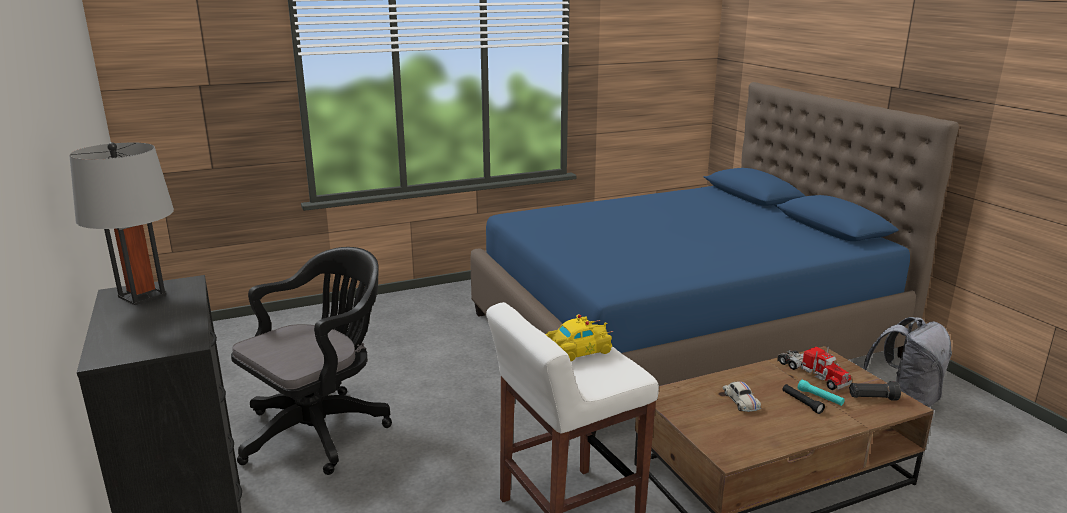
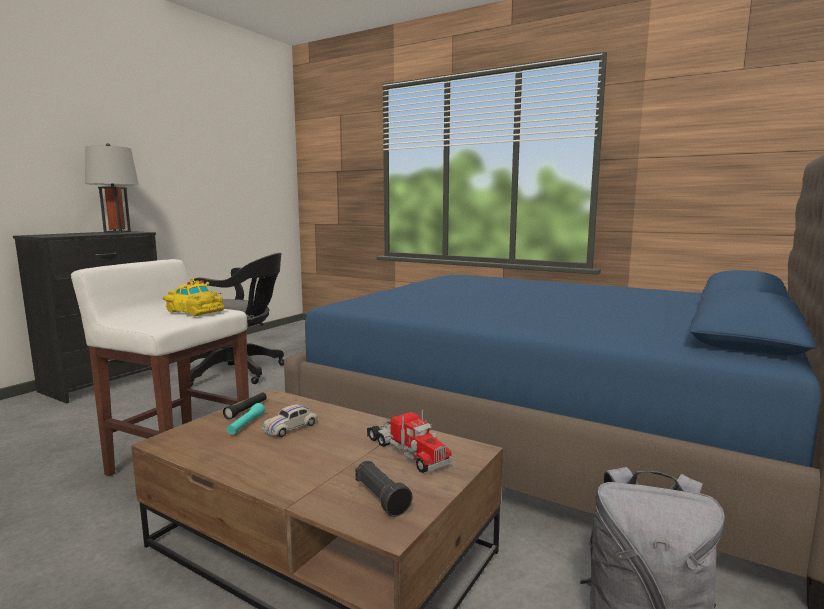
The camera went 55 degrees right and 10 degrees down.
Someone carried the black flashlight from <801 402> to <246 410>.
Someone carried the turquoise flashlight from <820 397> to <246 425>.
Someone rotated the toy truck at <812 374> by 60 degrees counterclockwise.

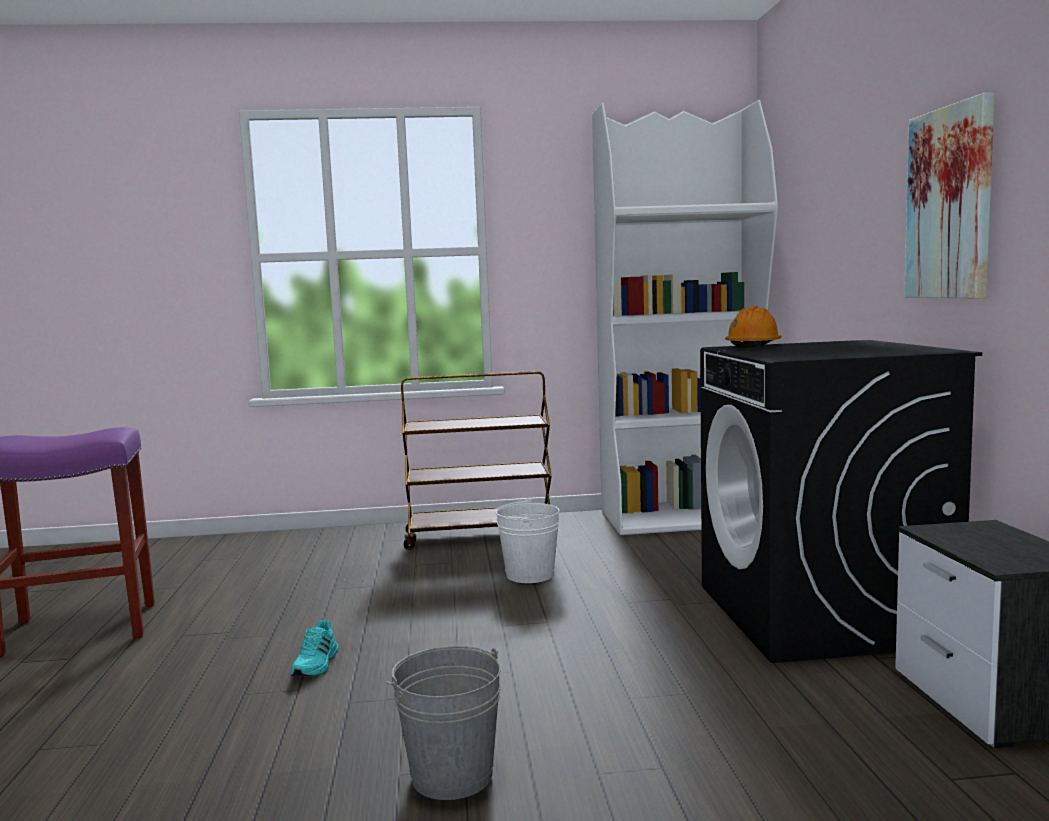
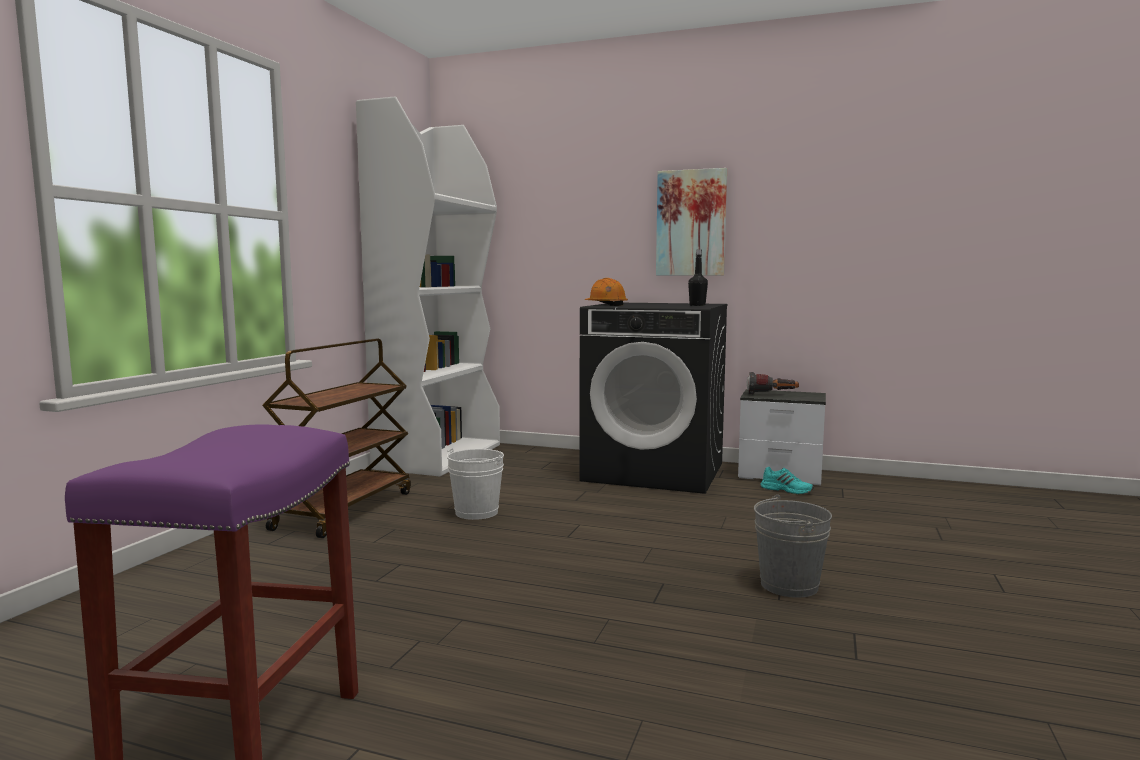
The camera went 65 degrees left and 0 degrees up.
Someone put down the black bottle at <697 305>.
Someone put down the flashlight at <772 395>.
Someone carried the turquoise shoe from <317 664> to <786 490>.

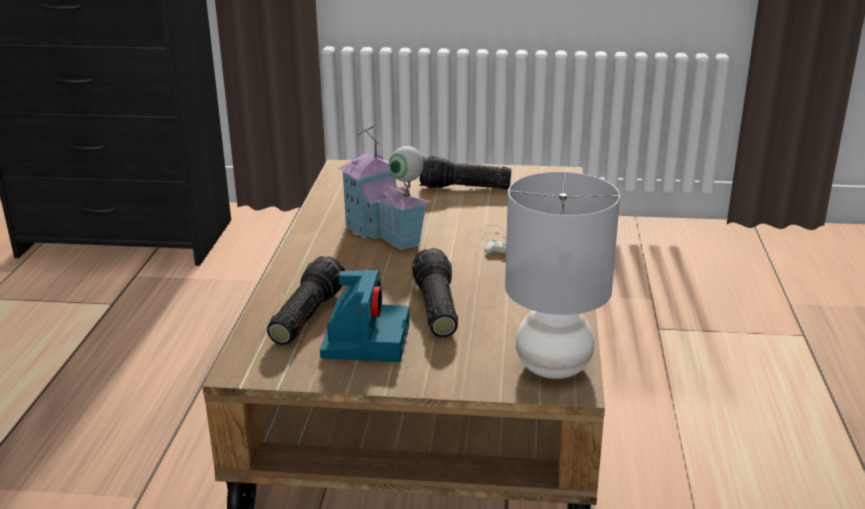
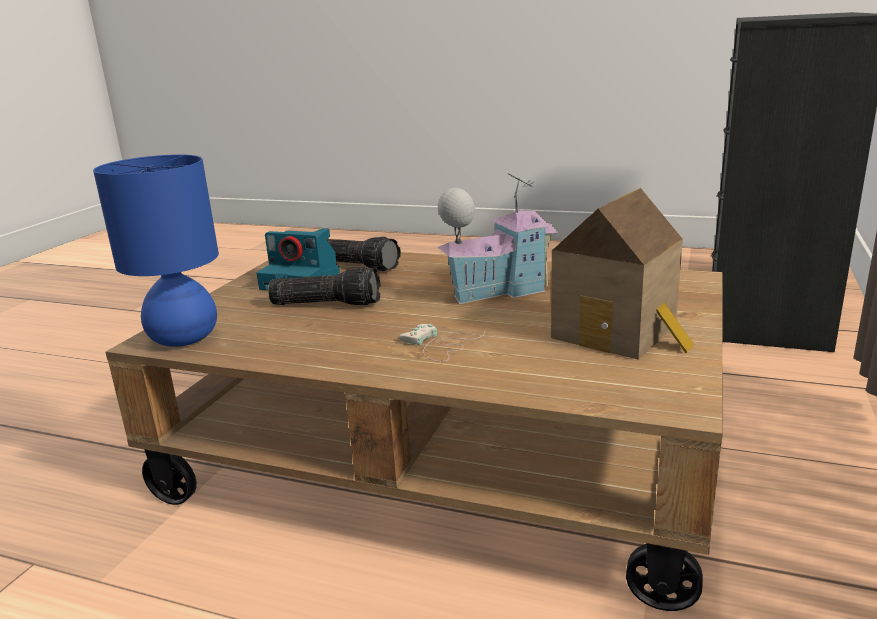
The camera went 105 degrees right and 5 degrees down.
Someone repainted the grey table lamp at <554 367>, which became the blue table lamp at <182 339>.
Someone swapped the flashlight at <464 188> for the toy house at <620 333>.

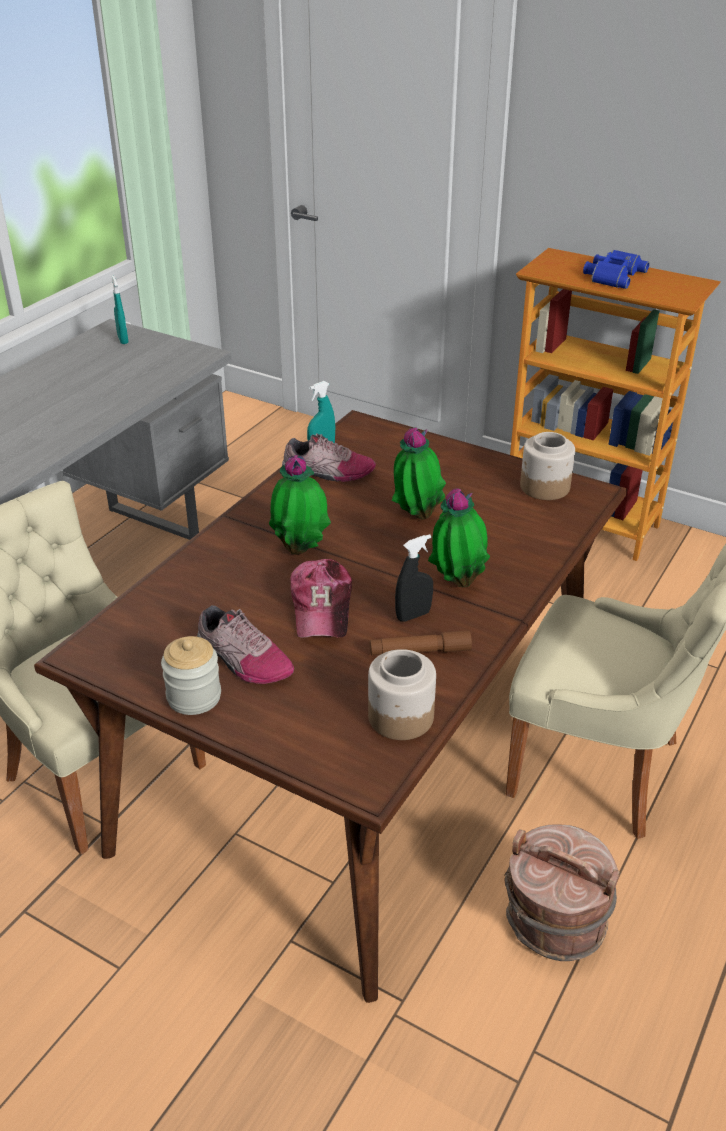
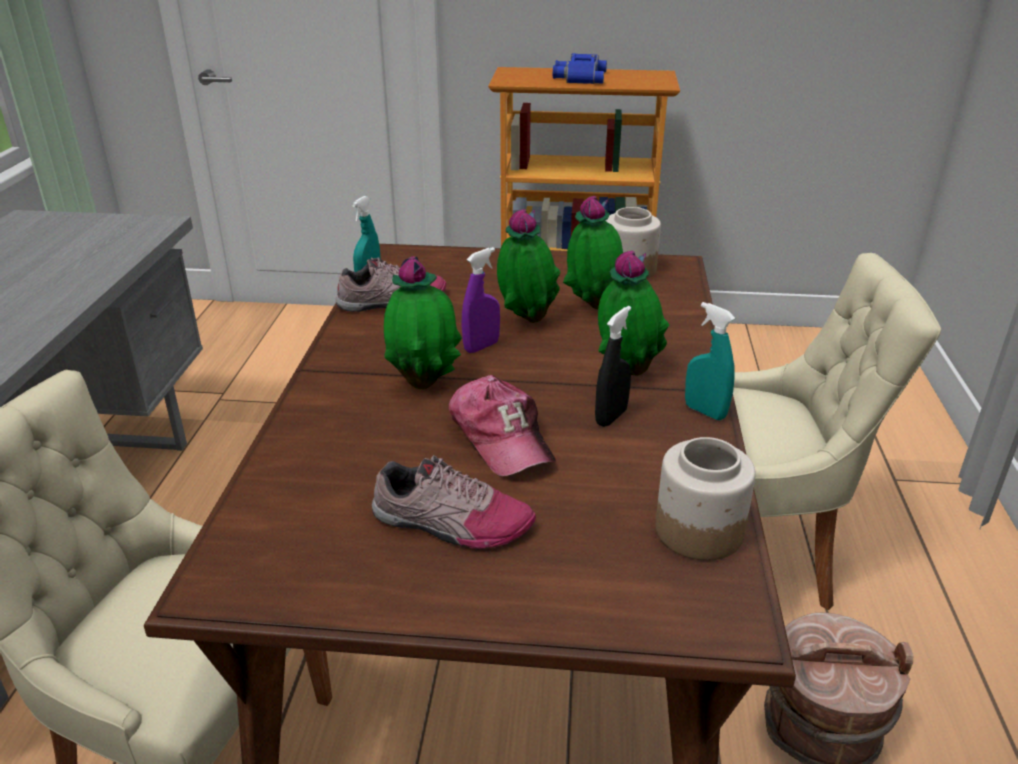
The camera went 25 degrees left and 5 degrees down.
Someone put down the purple spray bottle at <481 347>.
Someone put down the potted plant at <593 306>.
Someone carried the turquoise spray bottle from <123 340> to <705 412>.
Someone took away the jar at <194 697>.
Someone took away the brown flashlight at <420 651>.

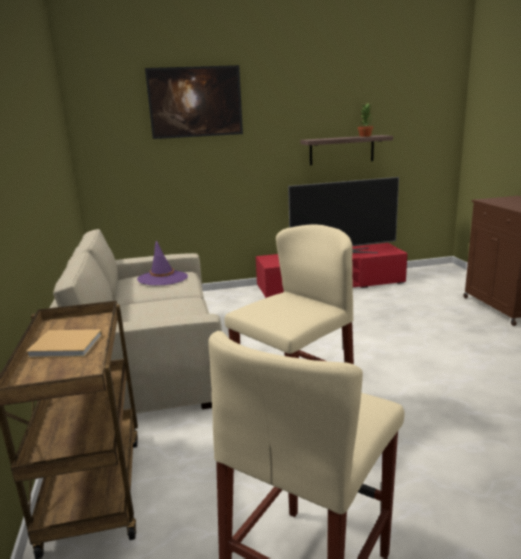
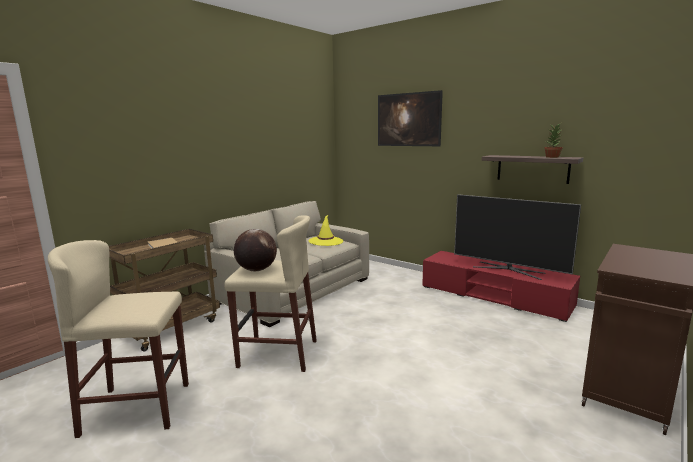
The camera went 50 degrees right and 5 degrees down.
Someone put down the globe at <256 270>.
Someone repainted the purple hat at <162 278>, which became the yellow hat at <326 241>.

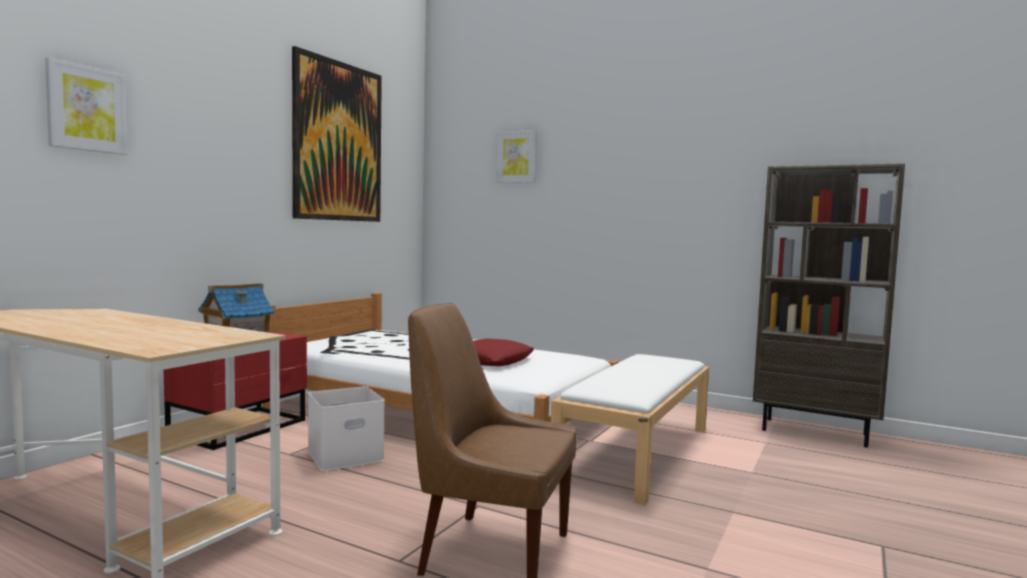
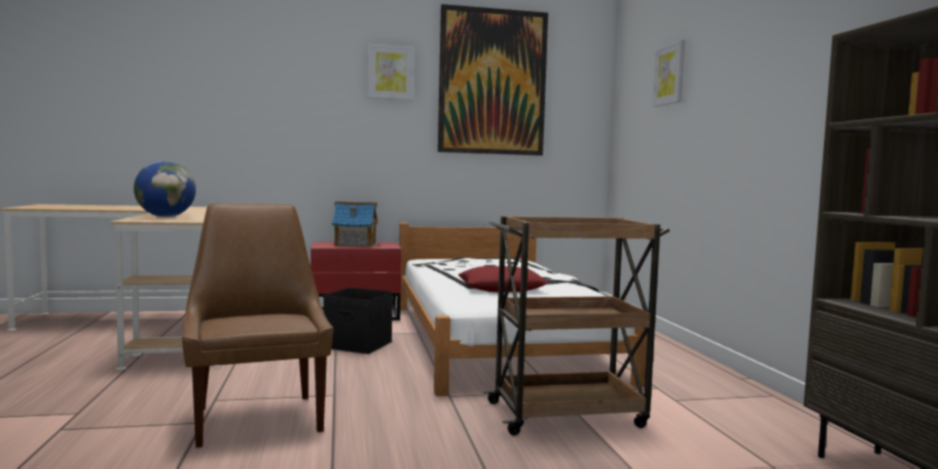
The camera went 50 degrees right and 0 degrees up.
Someone put down the globe at <165 217>.
Someone repainted the white storage box at <346 455>, which became the black storage box at <359 344>.
Someone carried the picture from <87 109> to <390 72>.
Someone swapped the white bench at <636 452> for the brown cart at <568 414>.

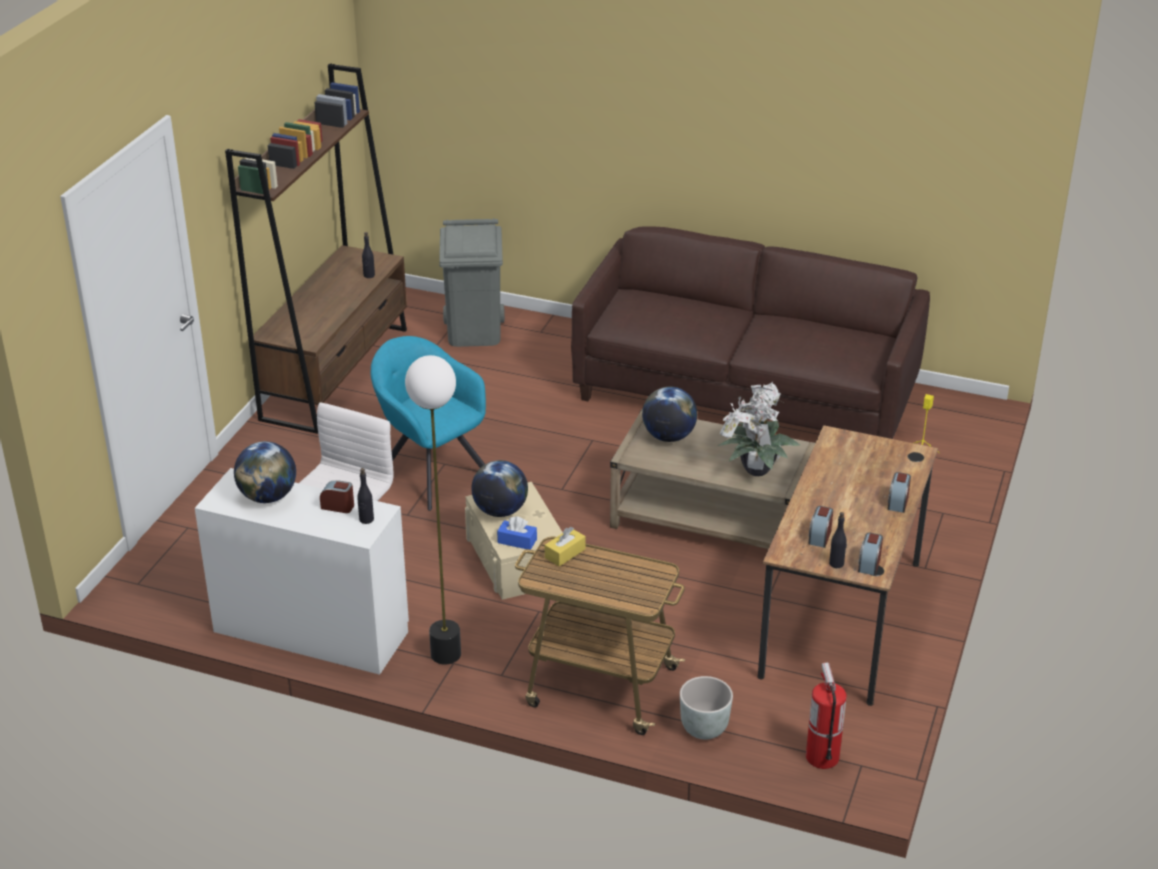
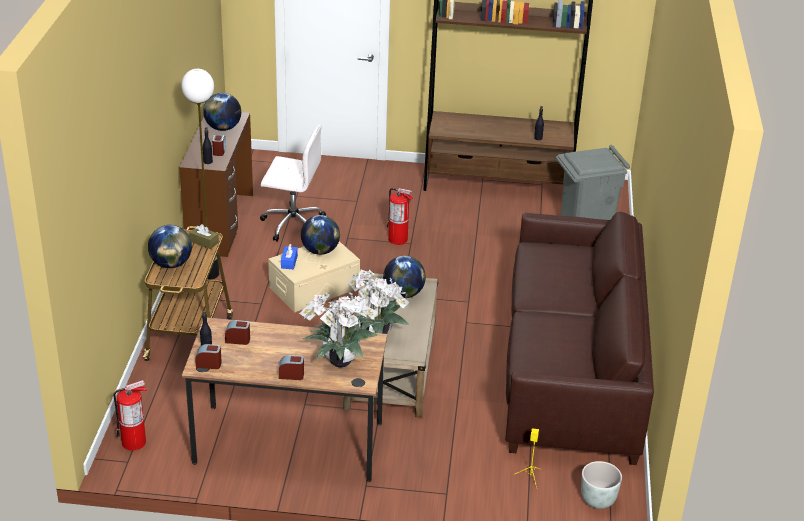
The camera went 75 degrees right and 0 degrees up.
Someone put down the globe at <171 264>.
Someone repainted the white desk at <310 631>, which became the brown desk at <220 223>.
Someone repainted the yellow tissue box at <565 553>, which became the brown tissue box at <204 242>.
Someone put down the potted plant at <338 361>.
Someone swapped the turquoise armchair at <431 472> for the fire extinguisher at <398 239>.
Someone carried the grey planter from <704 729> to <597 501>.

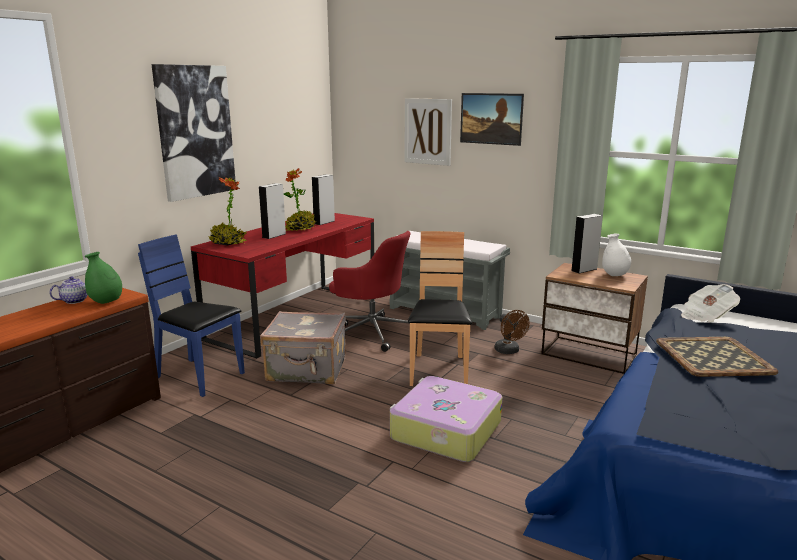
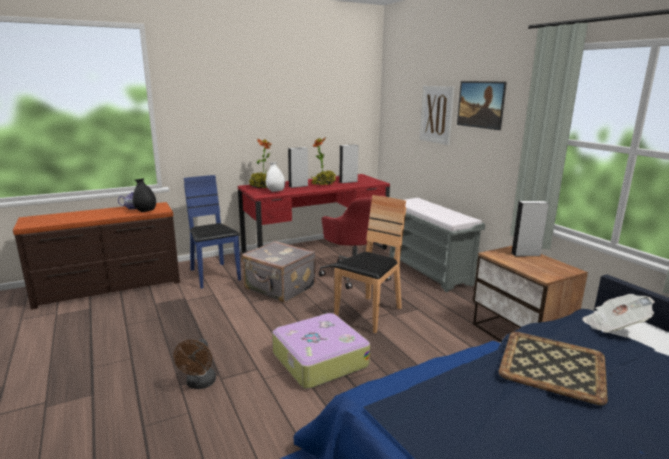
The camera went 30 degrees right and 0 degrees up.
Someone repainted the green vase at <106 302>, which became the black vase at <145 211>.
Someone carried the brown fan from <509 351> to <199 384>.
Someone carried the white vase from <614 275> to <275 192>.
Someone took away the picture at <195 132>.

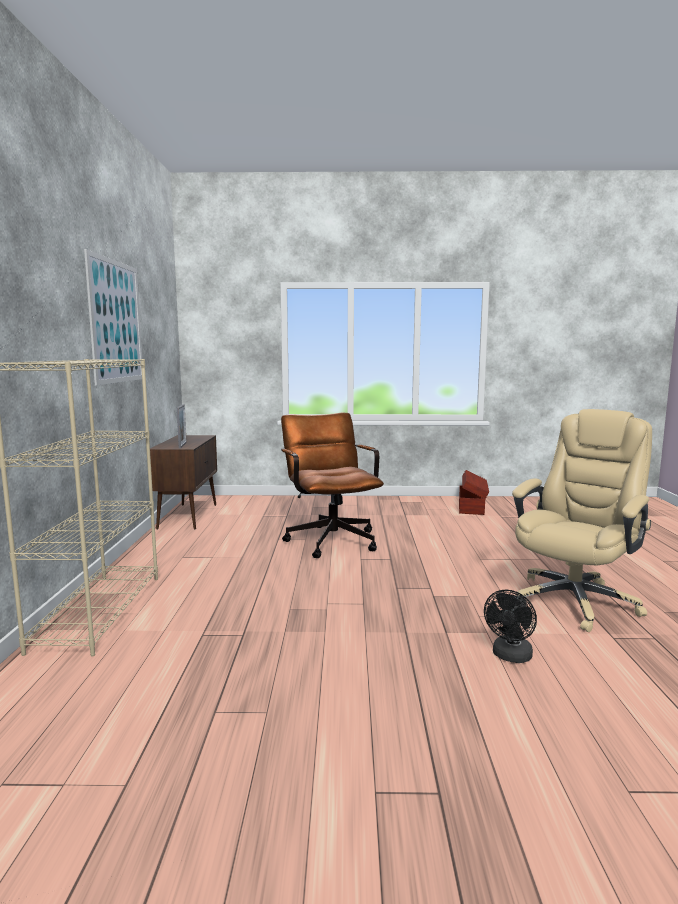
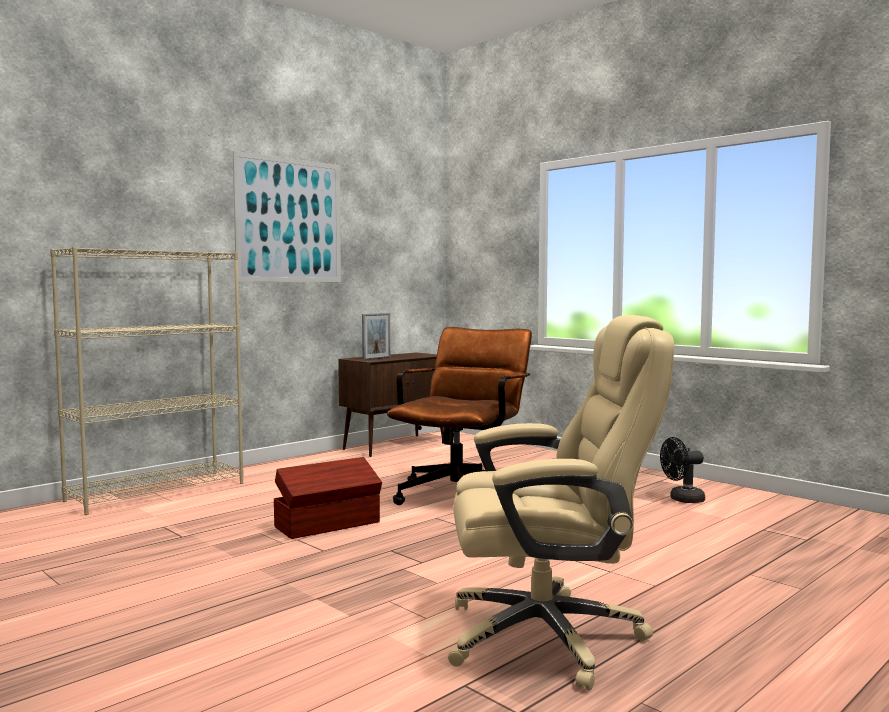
The camera went 45 degrees right and 5 degrees down.
Someone carried the brown storage box from <472 507> to <329 525>.
Someone carried the black fan from <510 657> to <682 499>.

